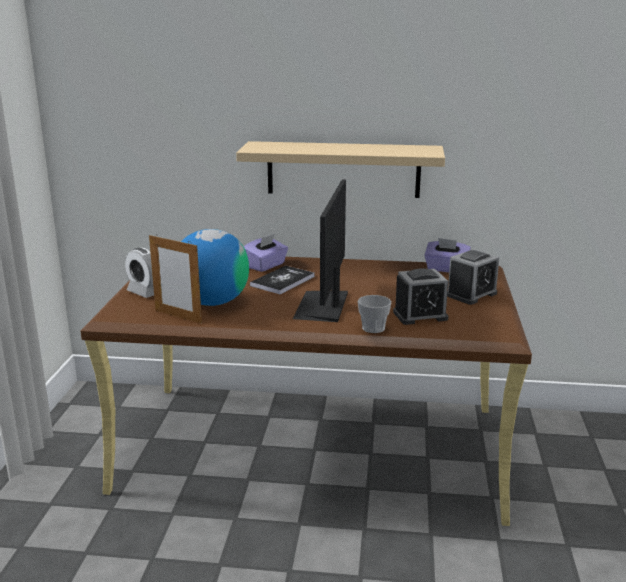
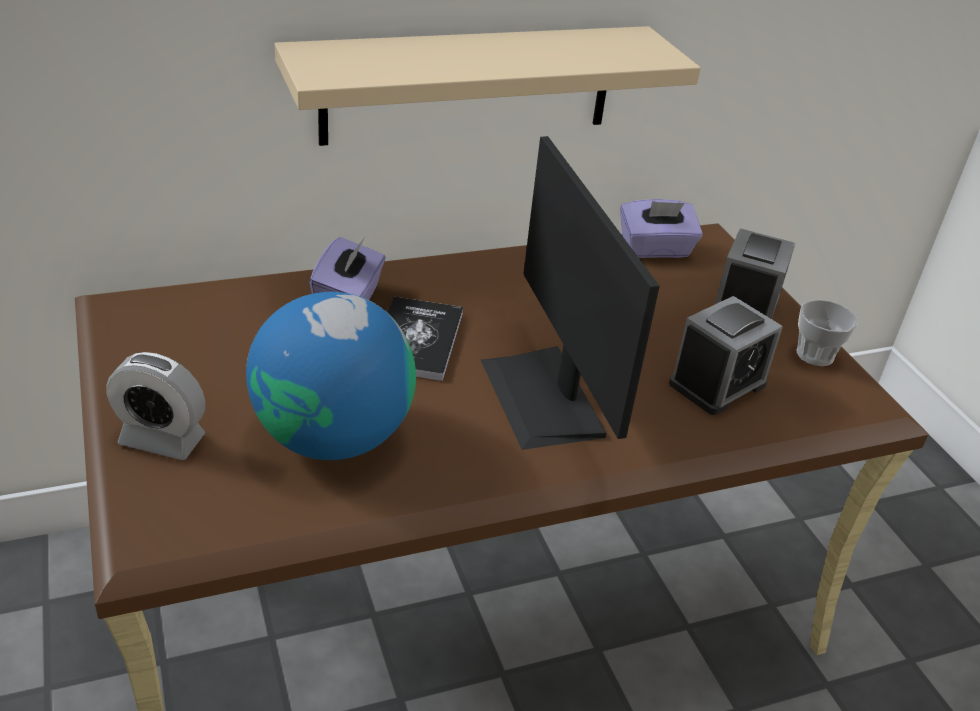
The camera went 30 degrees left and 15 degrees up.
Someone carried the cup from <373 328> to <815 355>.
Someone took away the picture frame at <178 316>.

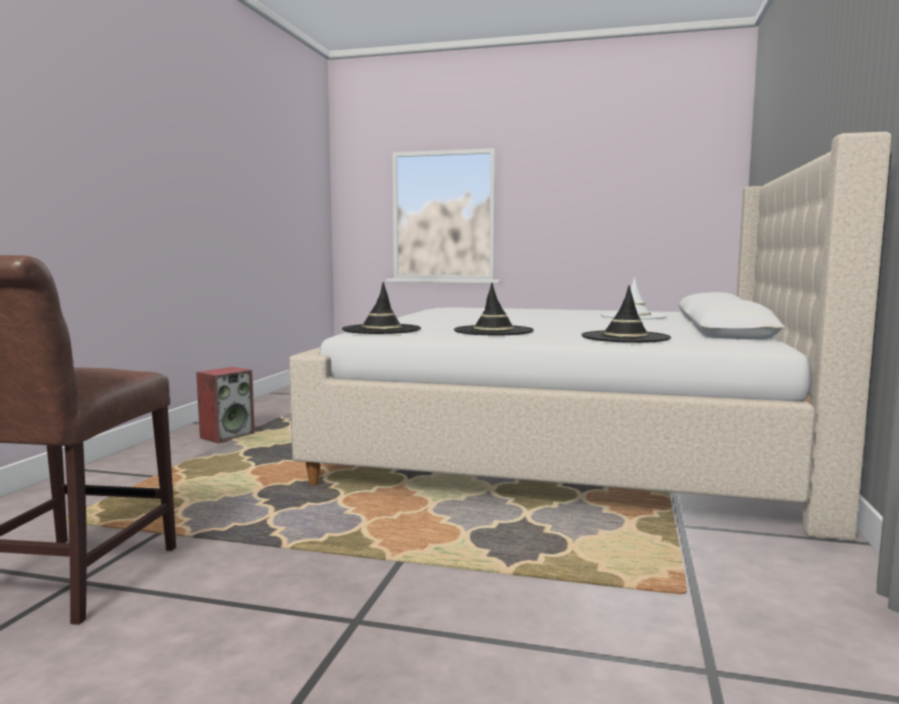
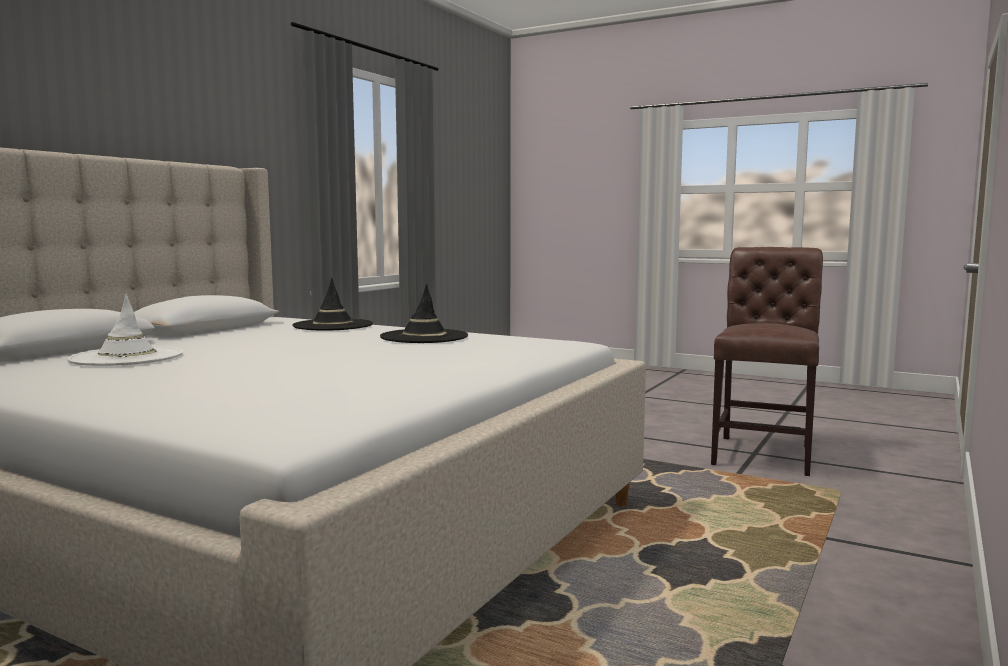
The camera went 165 degrees left and 0 degrees up.
Someone took away the speaker at <227 436>.
Someone took away the black hat at <381 330>.

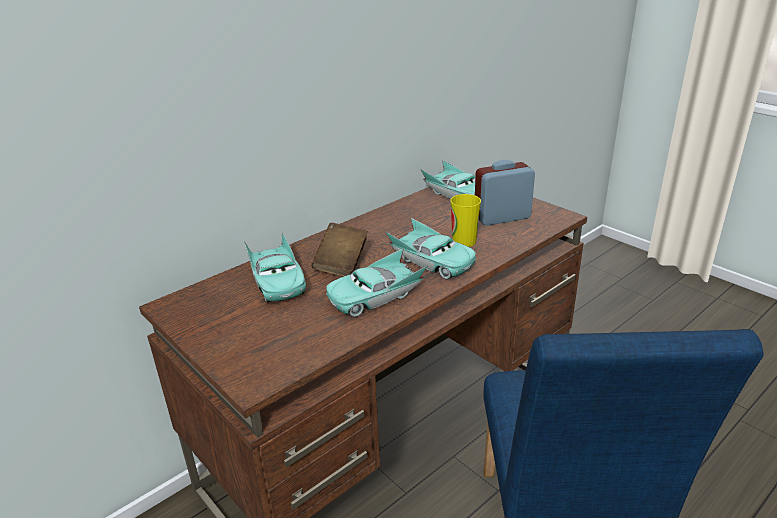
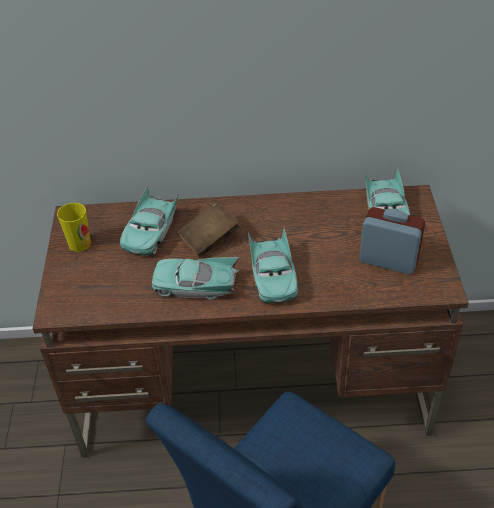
The camera went 40 degrees right and 15 degrees up.
Someone carried the cup from <464 241> to <79 244>.

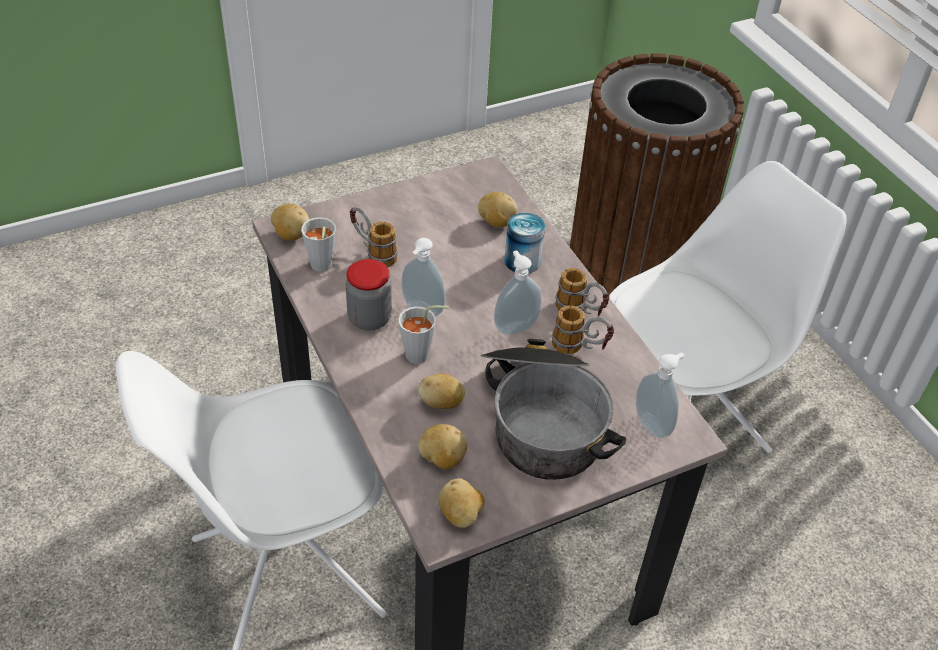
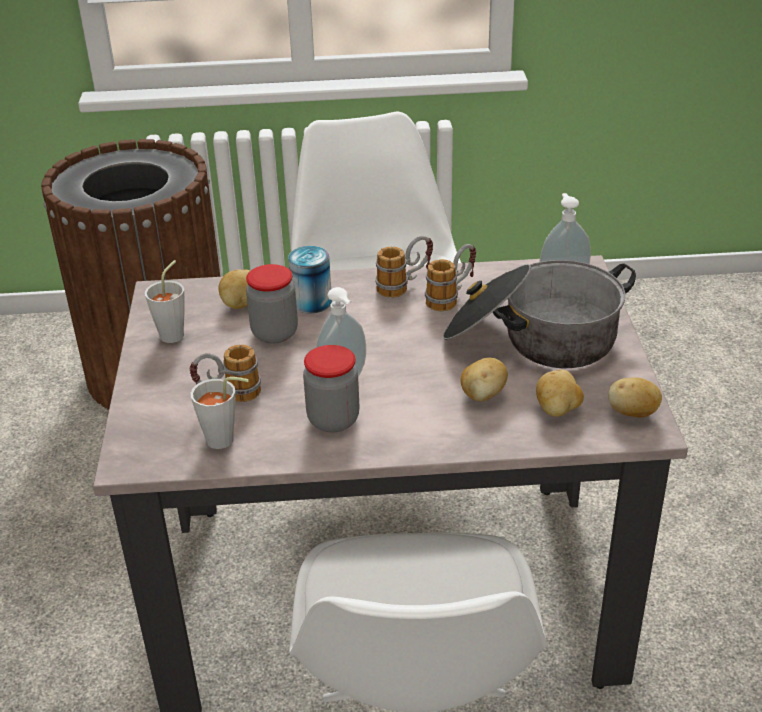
The camera went 65 degrees left and 10 degrees down.
Someone carried the grey cup from <422 355> to <175 332>.
Someone put down the jar at <274 333>.
Someone took away the potato at <290 234>.
Someone took away the soap dispenser at <514 326>.

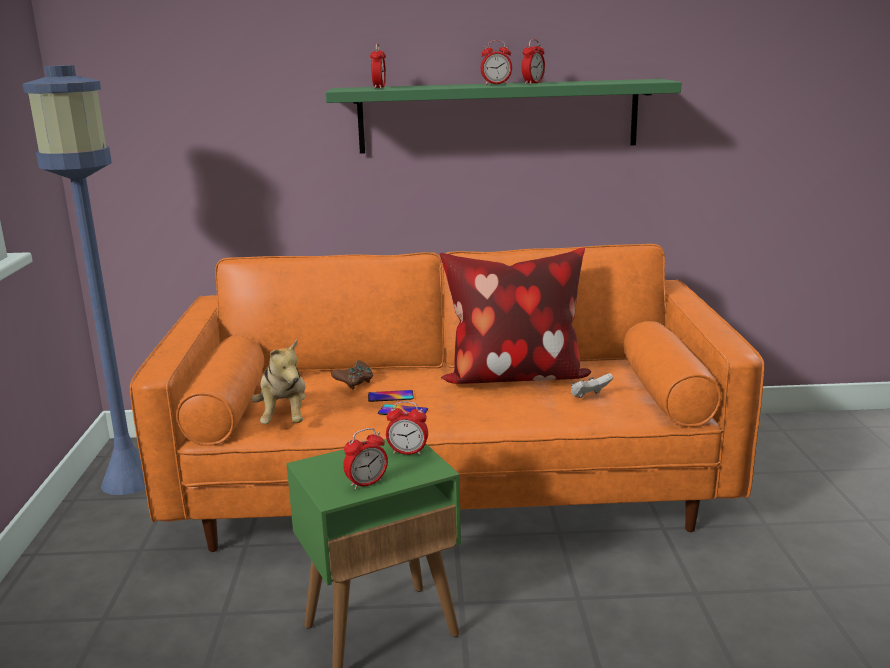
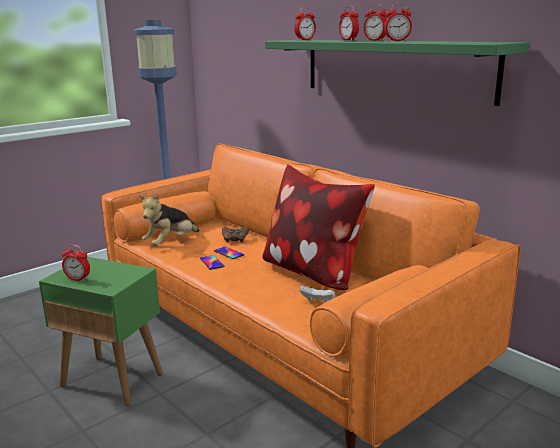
The camera went 50 degrees right and 0 degrees up.
Someone carried the alarm clock from <408 452> to <348 40>.

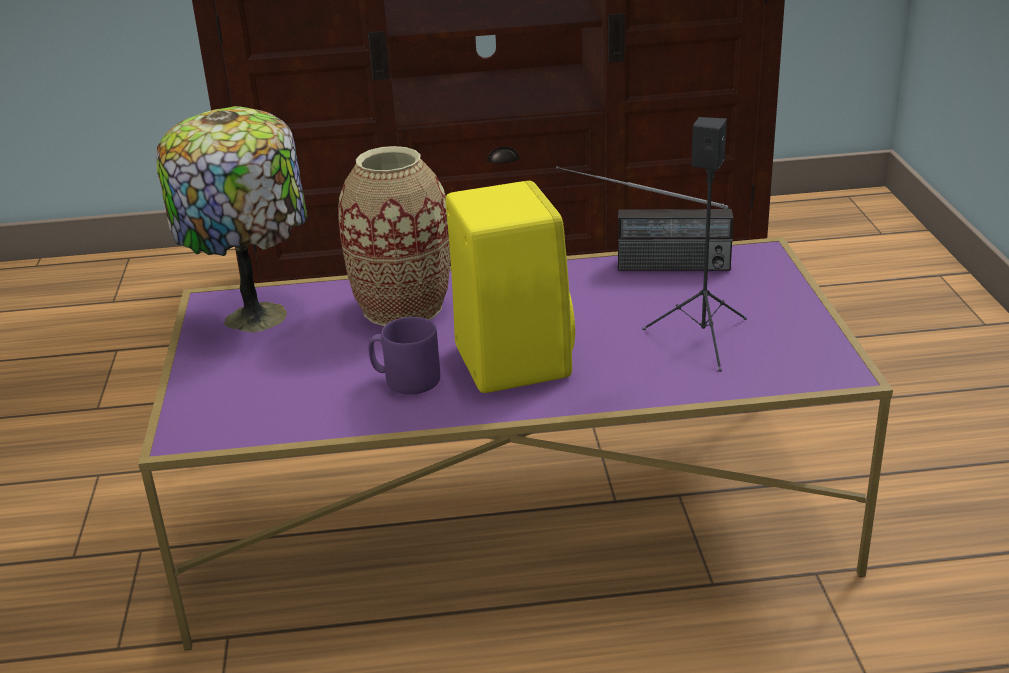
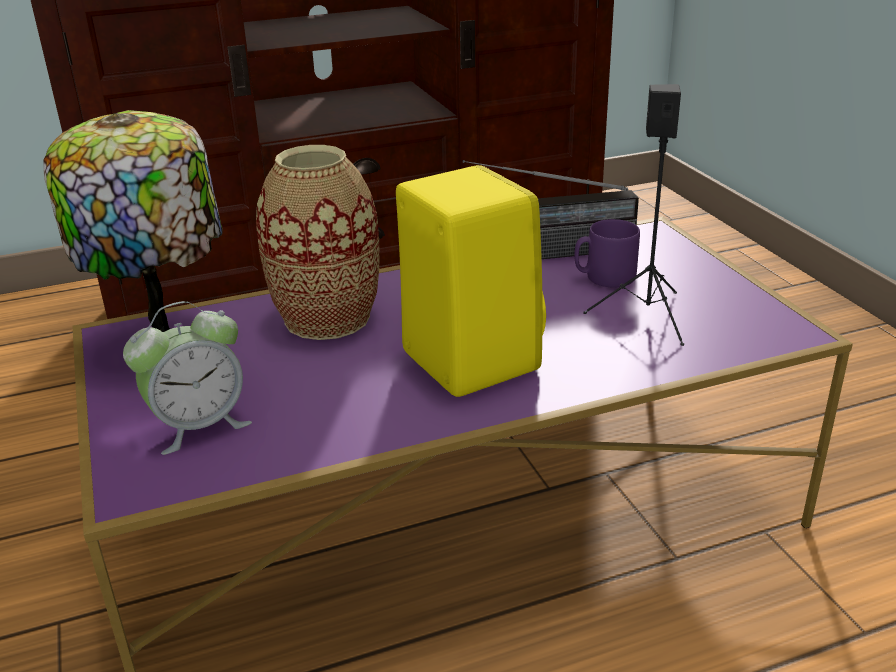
The camera went 15 degrees left and 0 degrees up.
Someone put down the alarm clock at <199 426>.
Someone carried the purple mug from <406 380> to <604 277>.

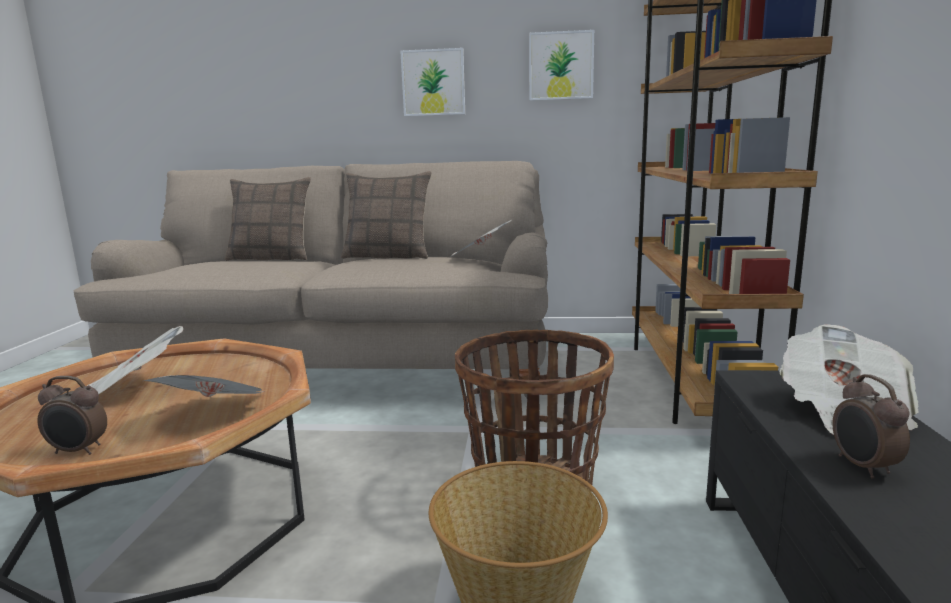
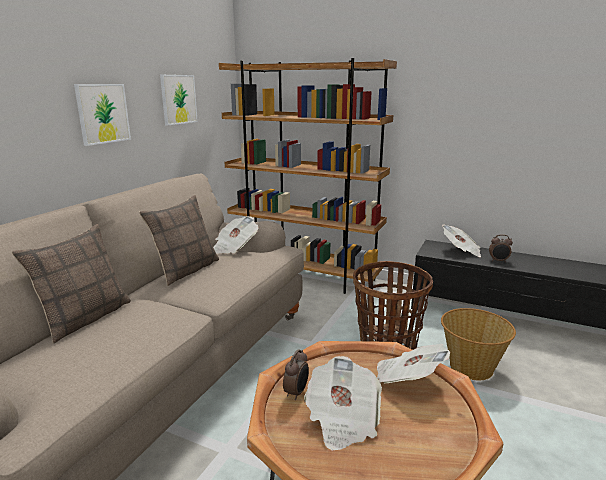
The camera went 70 degrees left and 5 degrees up.
Someone carried the alarm clock from <78 451> to <297 392>.

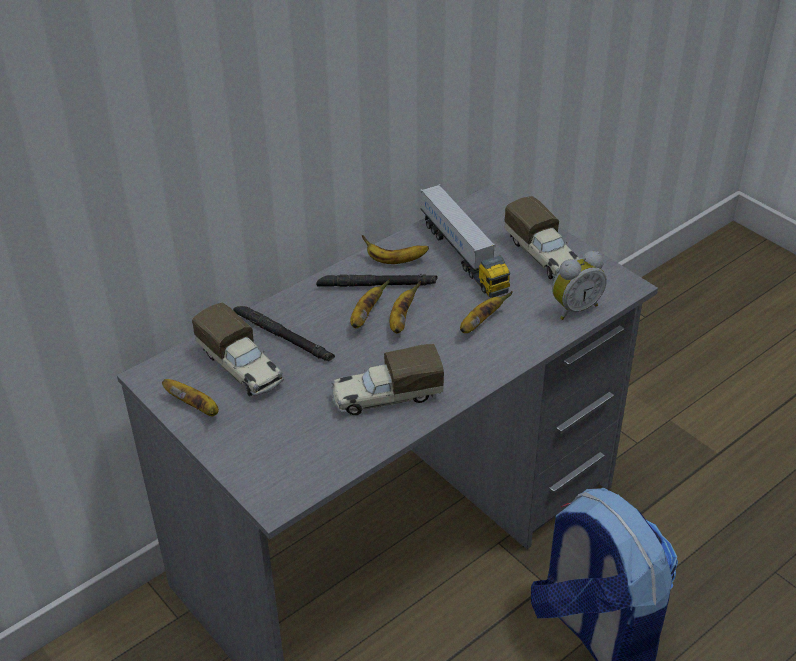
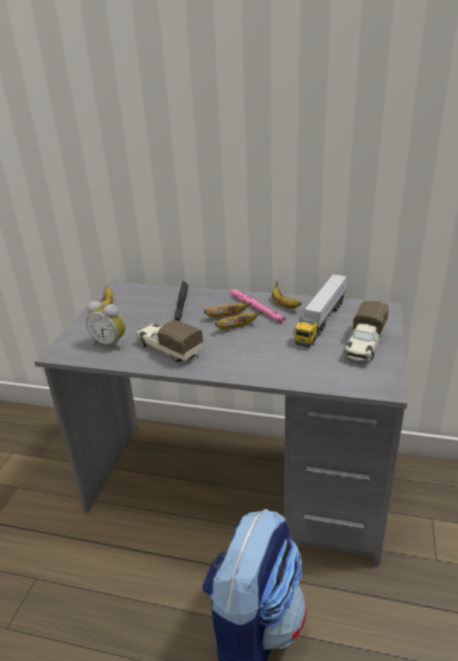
The camera went 55 degrees right and 10 degrees down.
Someone carried the alarm clock from <574 308> to <111 343>.
Someone repainted the black flashlight at <377 285>, which became the pink flashlight at <256 308>.
Someone took away the toy truck at <241 368>.
Someone took away the banana at <480 323>.

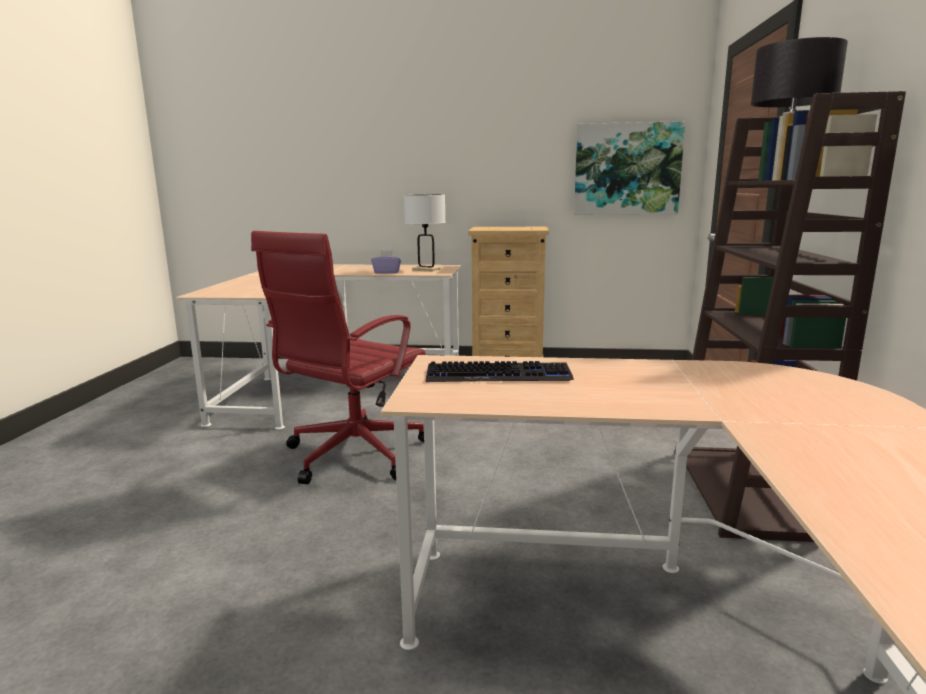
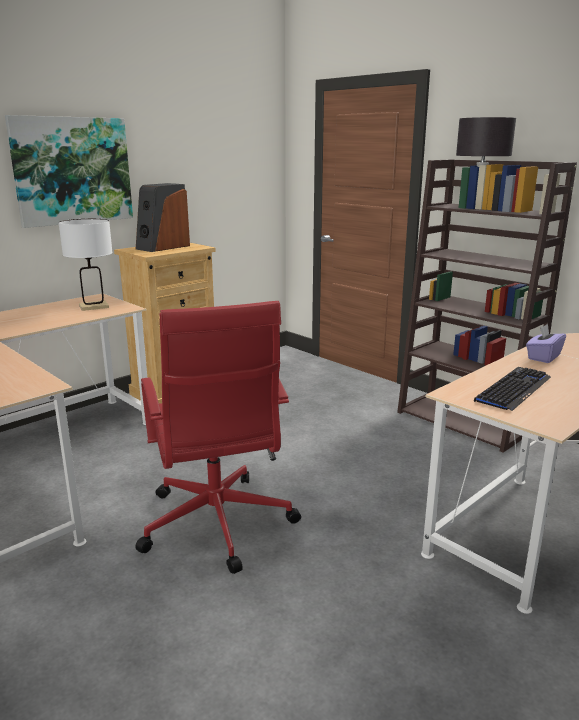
The camera went 50 degrees left and 5 degrees up.
Someone carried the picture from <627 169> to <72 171>.
Someone put down the speaker at <163 247>.
Someone carried the purple tissue box from <387 272> to <543 357>.

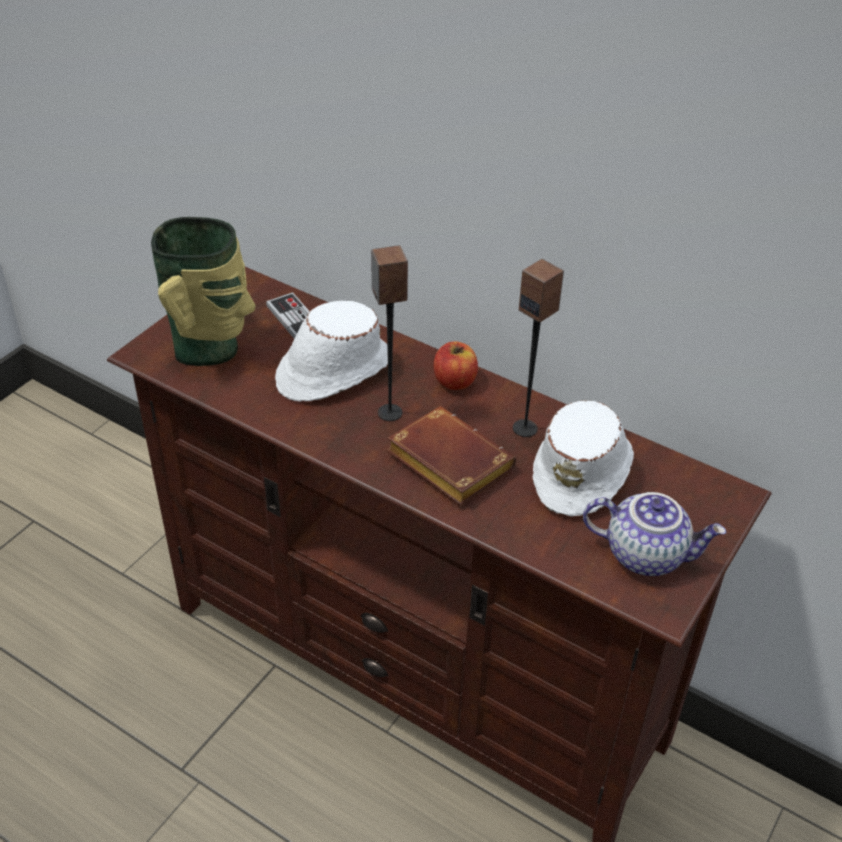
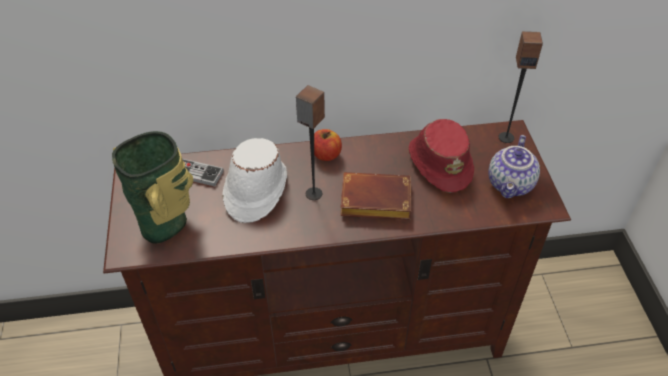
The camera went 40 degrees left and 5 degrees up.
Someone repainted the white hat at <583 471>, which became the red hat at <440 163>.
Someone rotated the teapot at <646 553> by 135 degrees clockwise.
Someone carried the speaker from <525 428> to <506 137>.

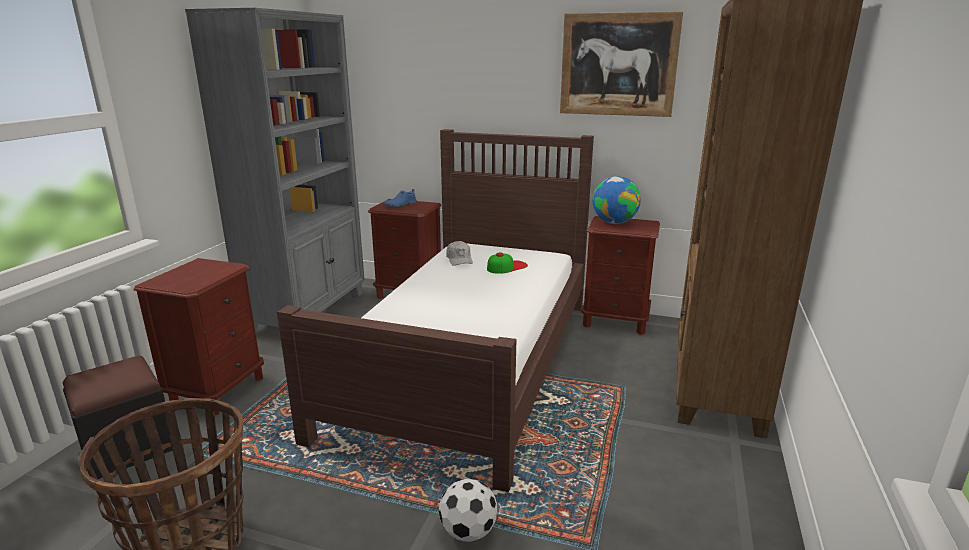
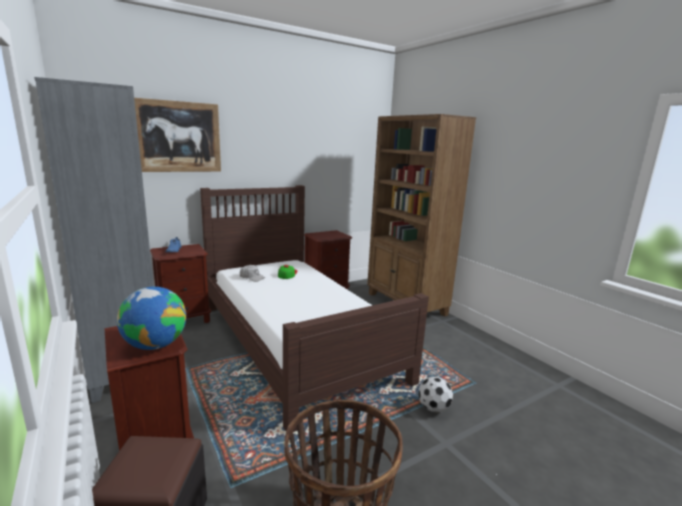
The camera went 50 degrees left and 5 degrees down.
Someone carried the globe from <614 222> to <155 345>.
Someone carried the picture from <618 65> to <178 137>.

